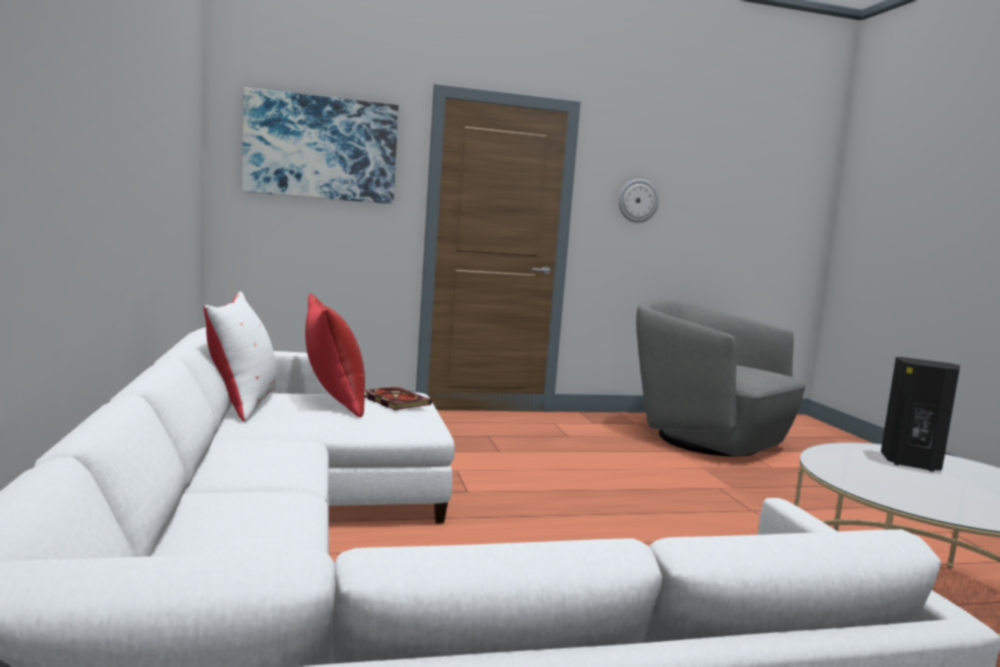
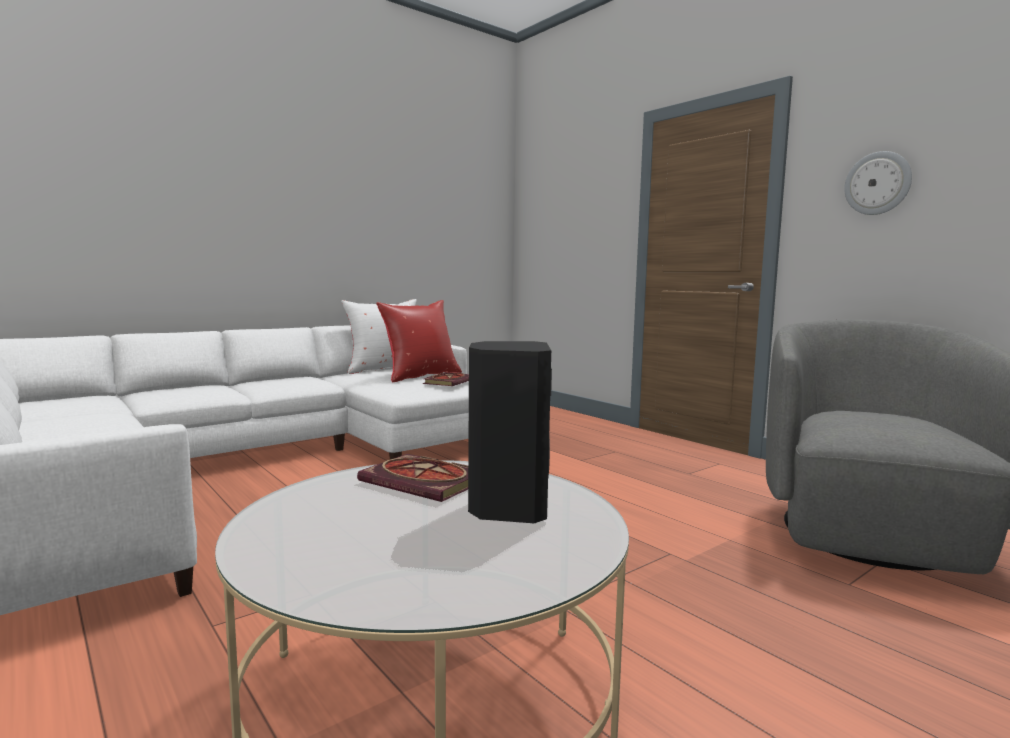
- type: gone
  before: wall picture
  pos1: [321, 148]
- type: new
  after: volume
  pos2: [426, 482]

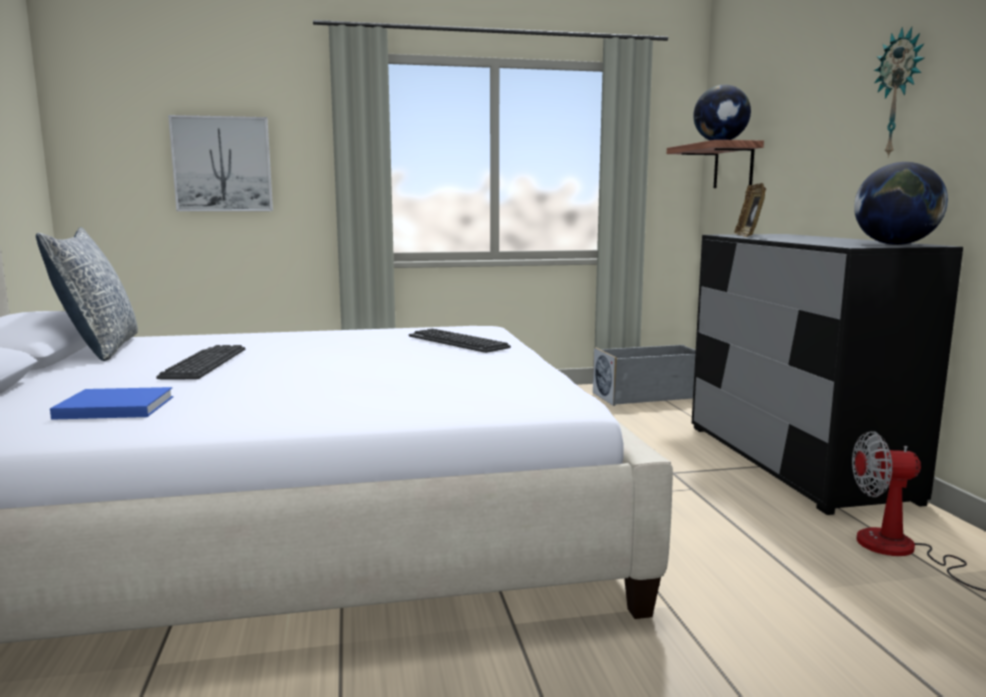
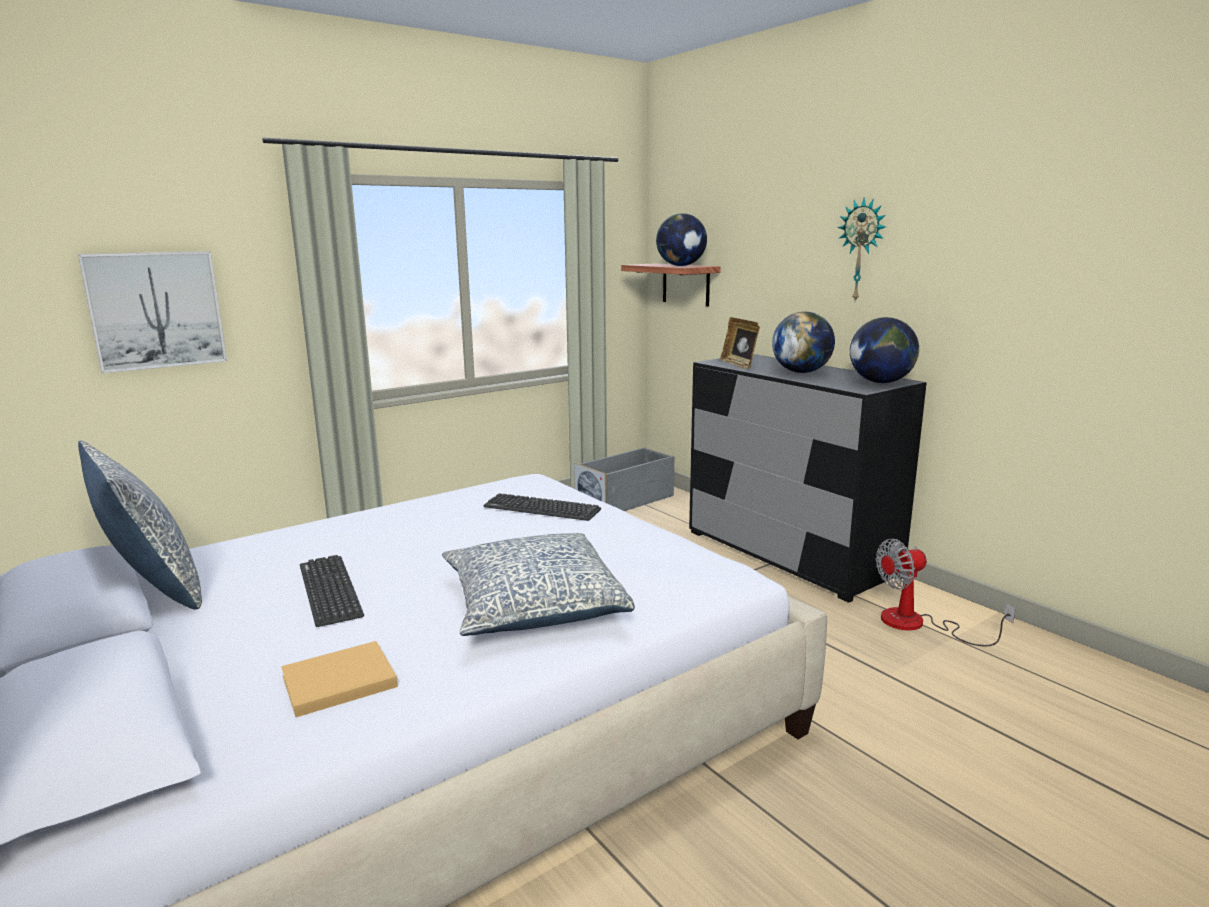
- type: repainted
  before: blue volume
  after: beige volume
  pos1: [112, 407]
  pos2: [335, 682]
- type: new
  after: world globe
  pos2: [801, 372]
- type: new
  after: pillow
  pos2: [532, 605]

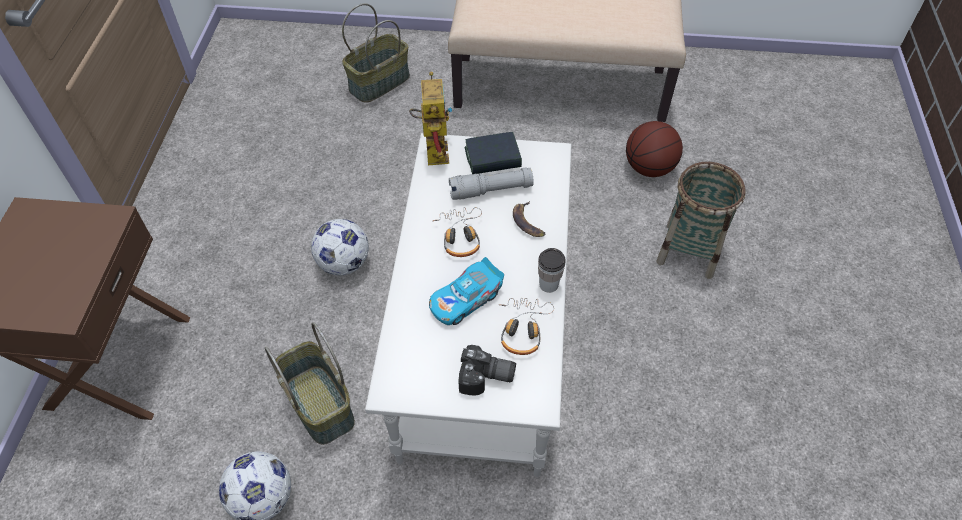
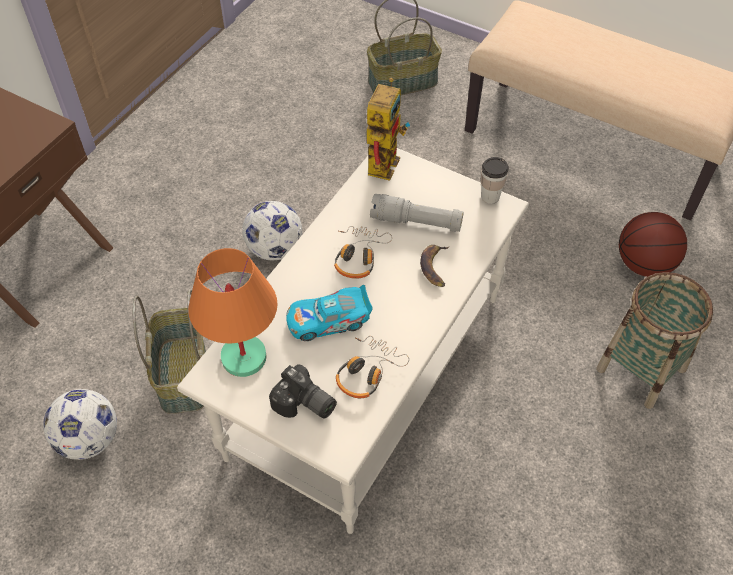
- type: gone
  before: volume
  pos1: [493, 158]
- type: shifted
  before: drinking cup
  pos1: [548, 284]
  pos2: [490, 196]
- type: new
  after: orange lamp for a table
  pos2: [243, 356]

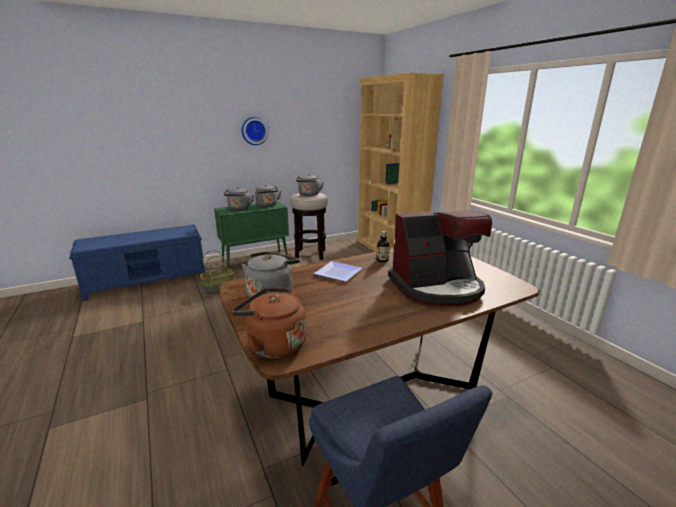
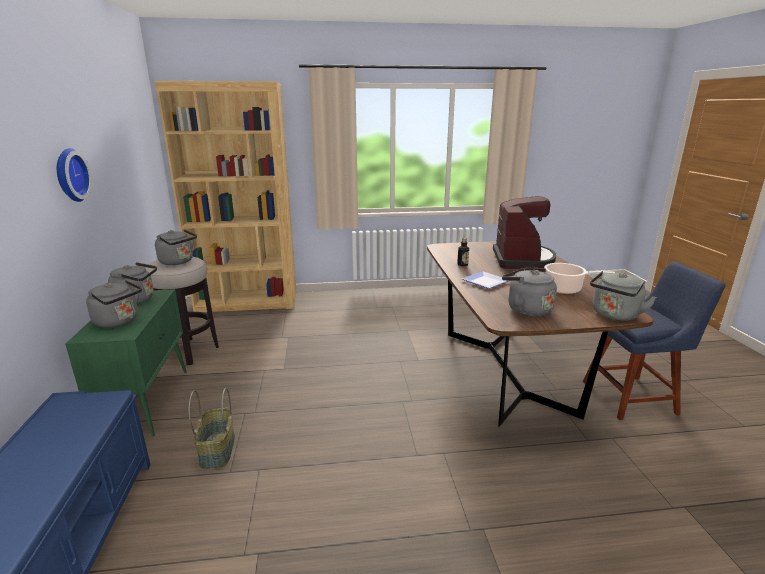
- type: repainted
  before: brown-coloured kettle
  after: gray kettle
  pos1: [273, 345]
  pos2: [614, 315]
- type: new
  after: stockpot
  pos2: [565, 289]

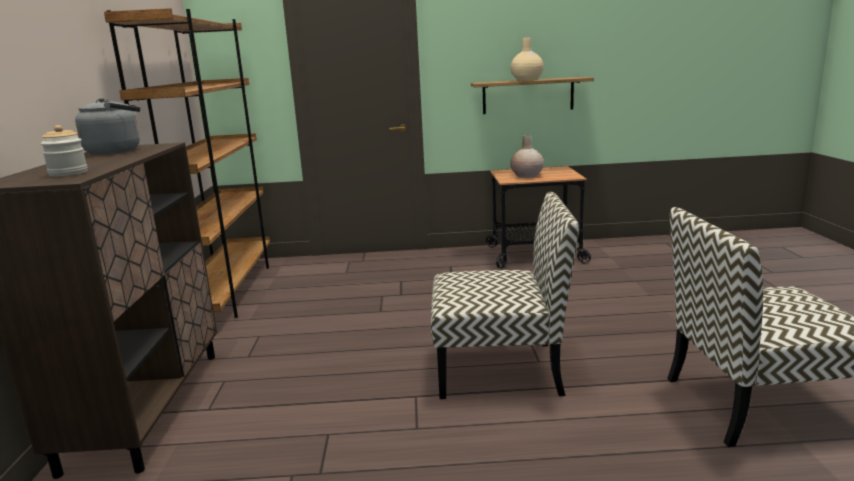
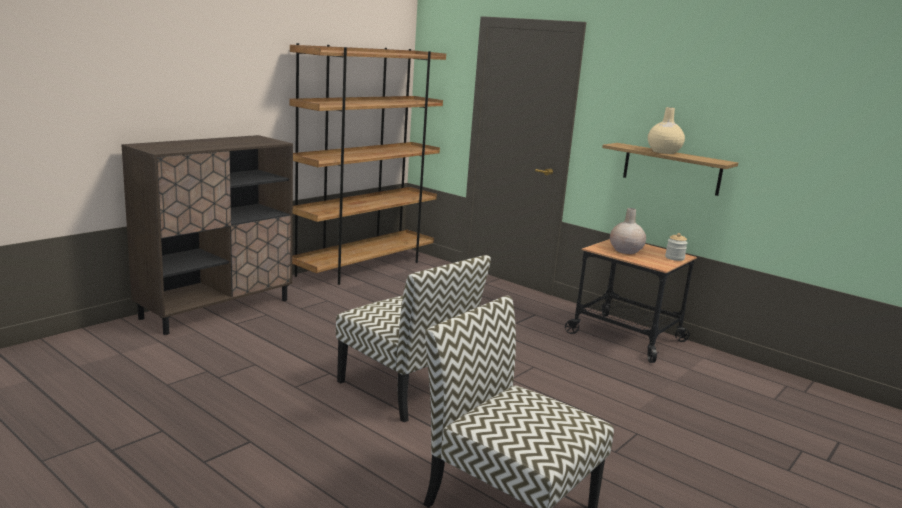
- type: gone
  before: gray kettle
  pos1: [117, 151]
- type: shifted
  before: storage jar
  pos1: [68, 173]
  pos2: [674, 258]

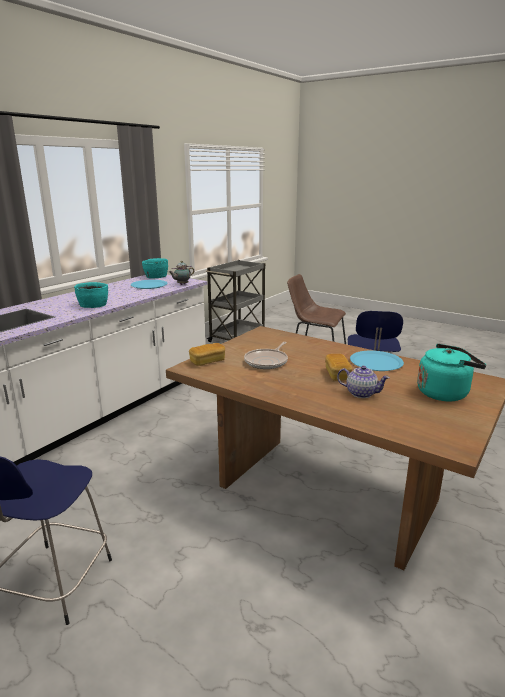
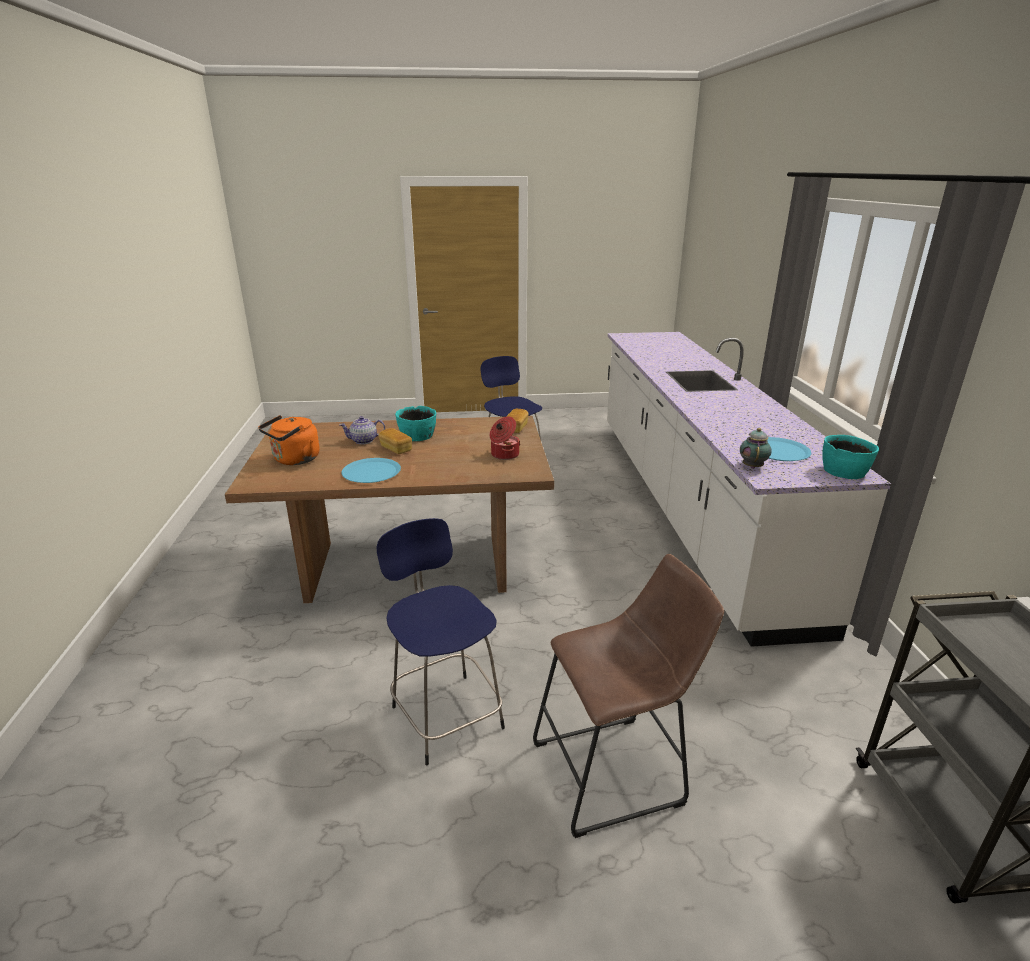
- type: shifted
  before: turquoise-coloured deep dish
  pos1: [93, 305]
  pos2: [417, 436]
- type: gone
  before: frying pan
  pos1: [267, 361]
- type: repainted
  before: turquoise-coloured kettle
  after: orange kettle
  pos1: [445, 393]
  pos2: [294, 460]
- type: new
  after: stockpot
  pos2: [504, 455]

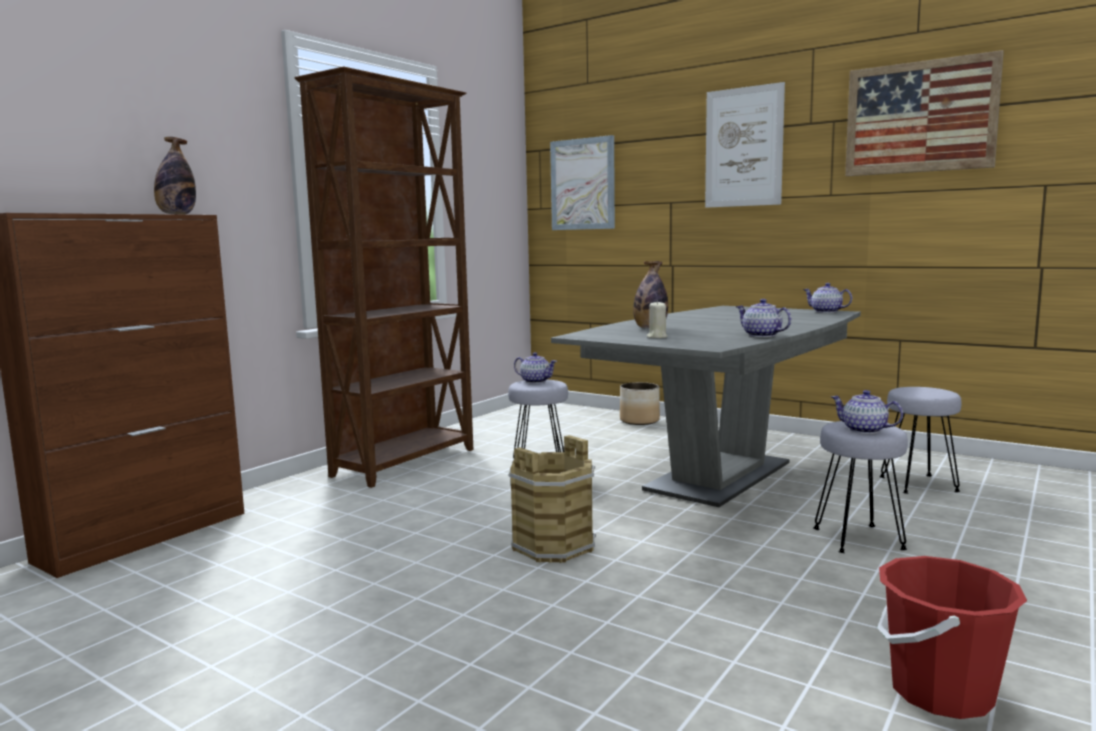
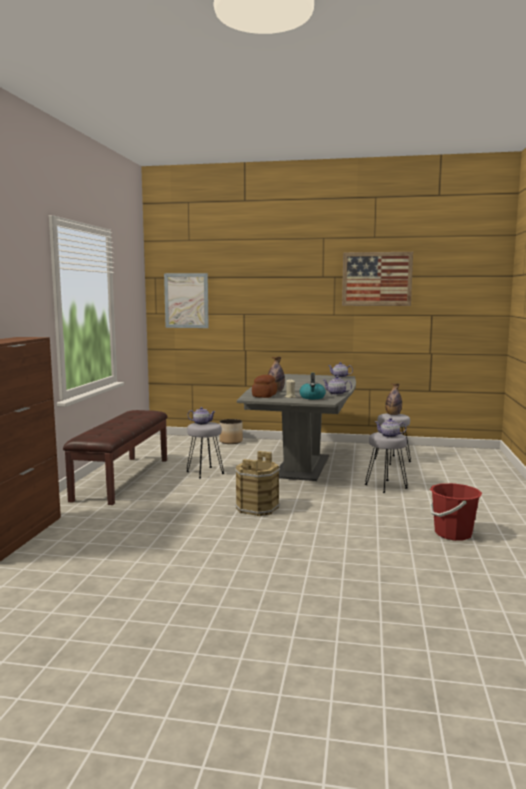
- type: swapped
  before: brown-coloured bookcase
  after: brown-coloured indoor bench
  pos1: [407, 462]
  pos2: [122, 478]
- type: gone
  before: wall picture
  pos1: [743, 147]
- type: shifted
  before: drink bottle
  pos1: [177, 214]
  pos2: [393, 414]
- type: new
  after: kettle
  pos2: [312, 397]
- type: new
  after: bakery bread
  pos2: [265, 395]

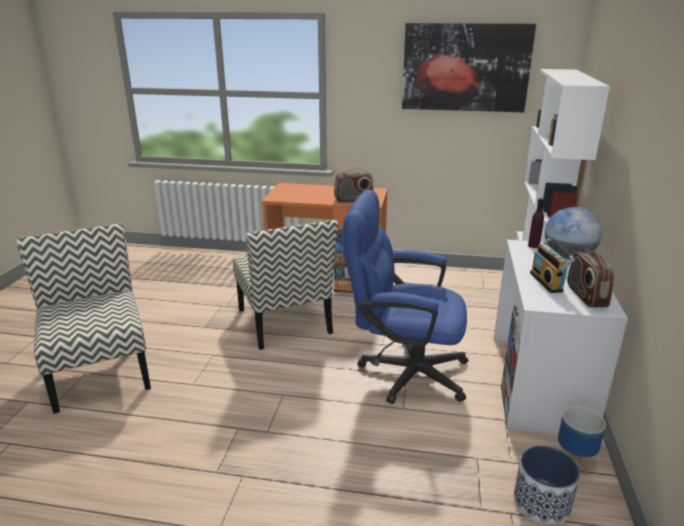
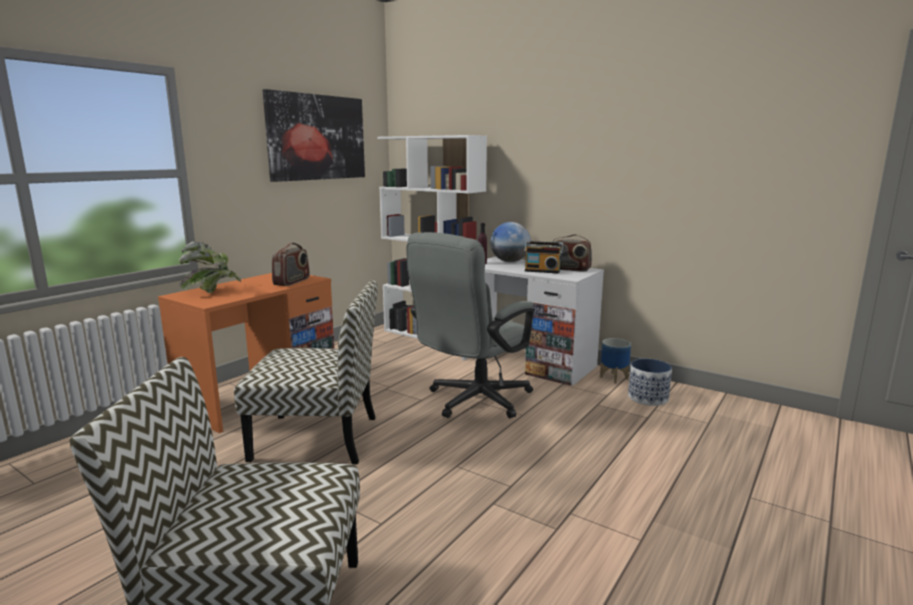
- type: repainted
  before: blue desk chair
  after: gray desk chair
  pos1: [403, 371]
  pos2: [472, 402]
- type: new
  after: plant in a pot
  pos2: [212, 291]

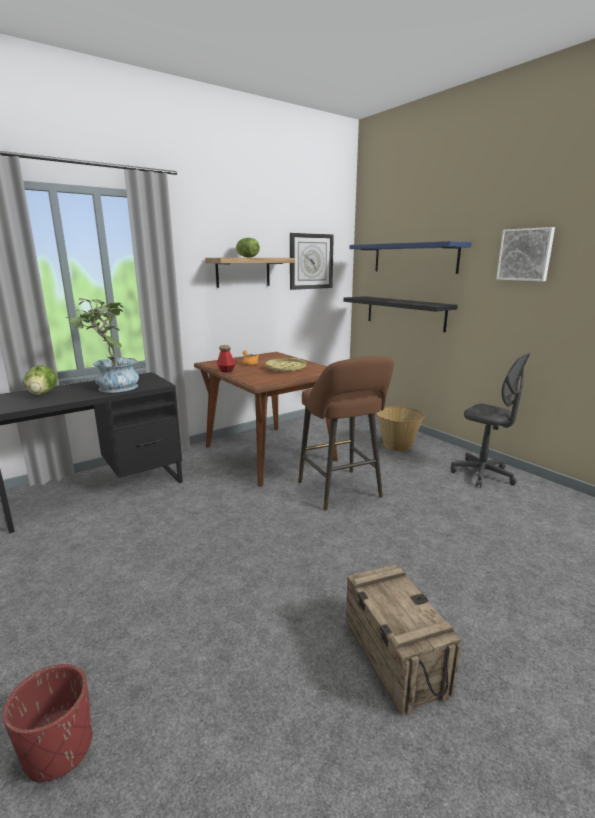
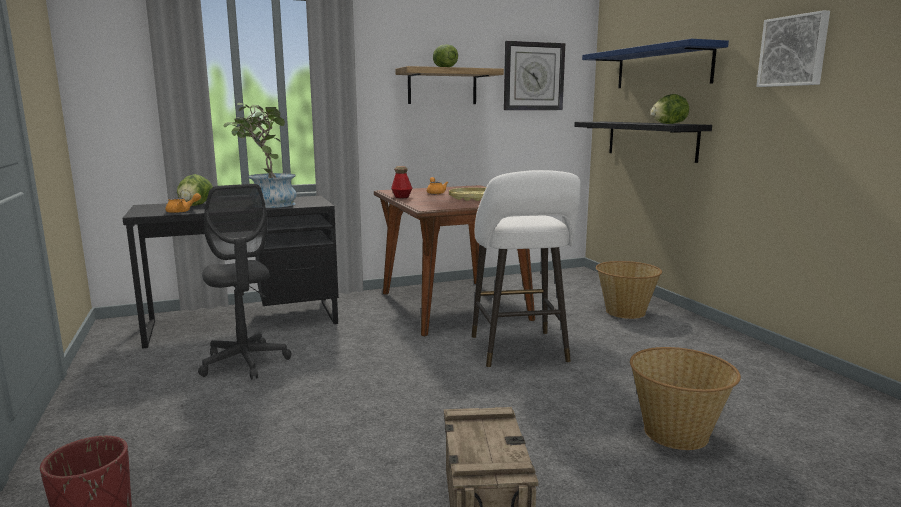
- type: shifted
  before: gray desk chair
  pos1: [482, 474]
  pos2: [244, 362]
- type: repainted
  before: brown-coloured sitting stool
  after: white-coloured sitting stool
  pos1: [341, 491]
  pos2: [520, 351]
- type: new
  after: lettuce
  pos2: [668, 123]
- type: new
  after: orange teapot
  pos2: [182, 211]
- type: new
  after: storage basket
  pos2: [677, 433]

